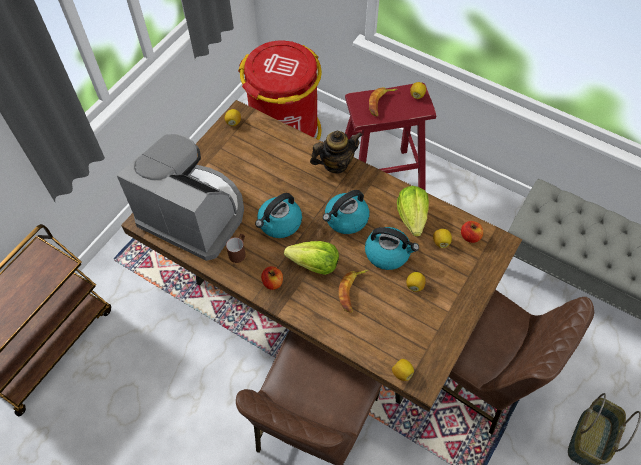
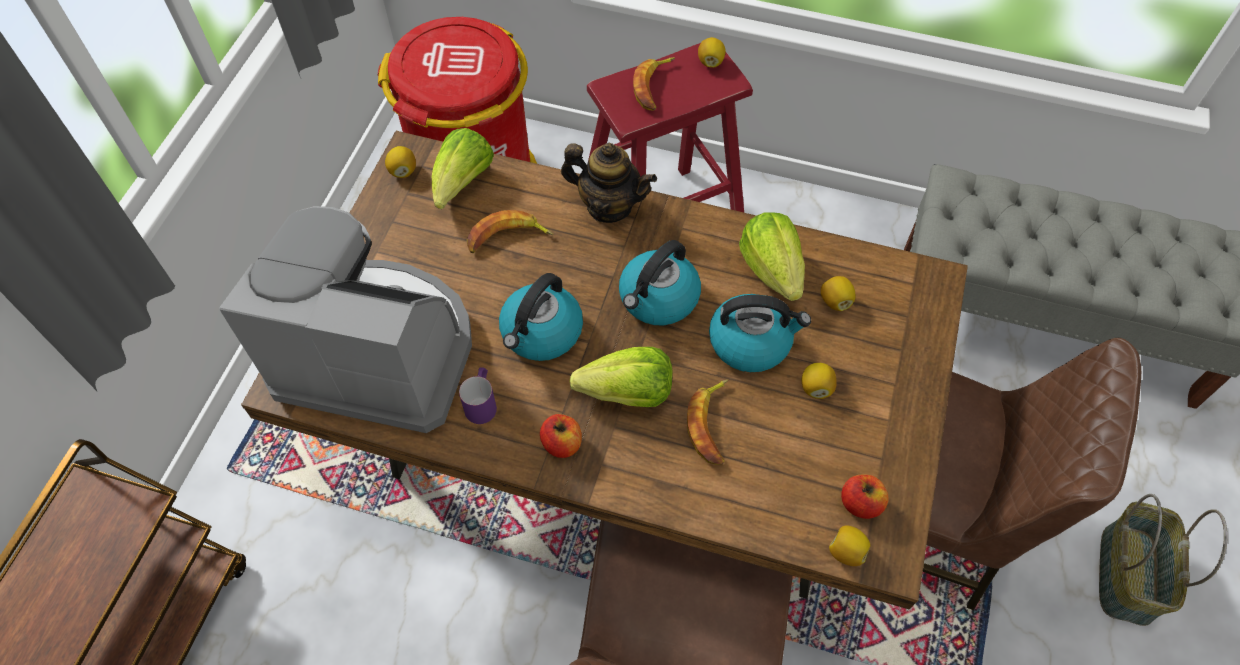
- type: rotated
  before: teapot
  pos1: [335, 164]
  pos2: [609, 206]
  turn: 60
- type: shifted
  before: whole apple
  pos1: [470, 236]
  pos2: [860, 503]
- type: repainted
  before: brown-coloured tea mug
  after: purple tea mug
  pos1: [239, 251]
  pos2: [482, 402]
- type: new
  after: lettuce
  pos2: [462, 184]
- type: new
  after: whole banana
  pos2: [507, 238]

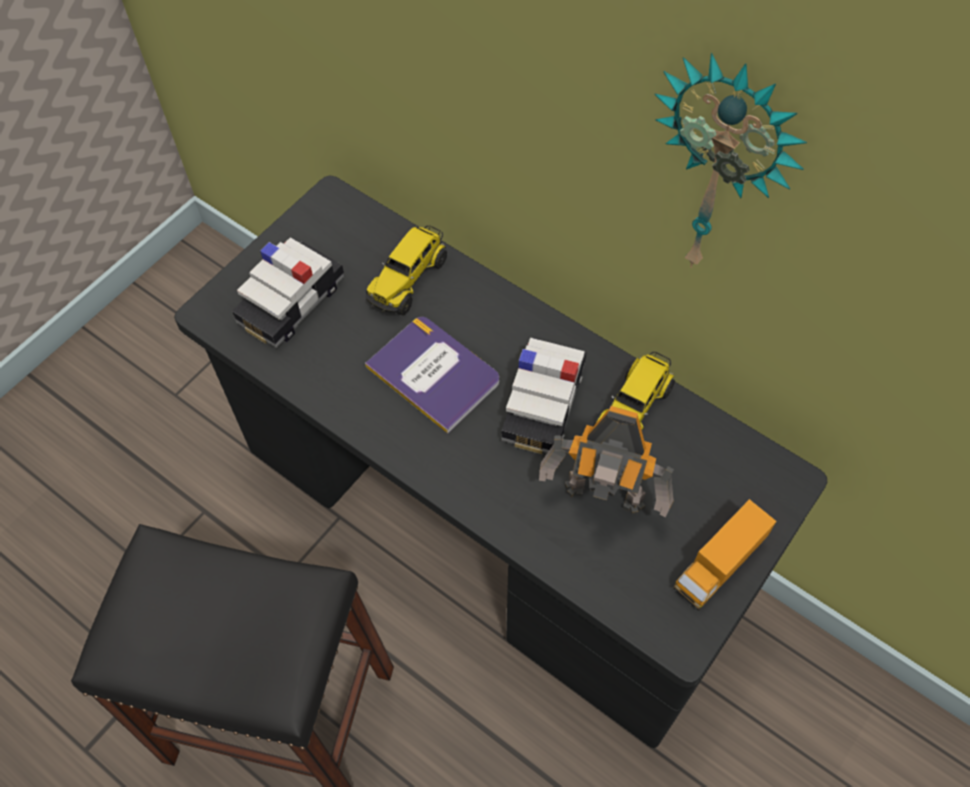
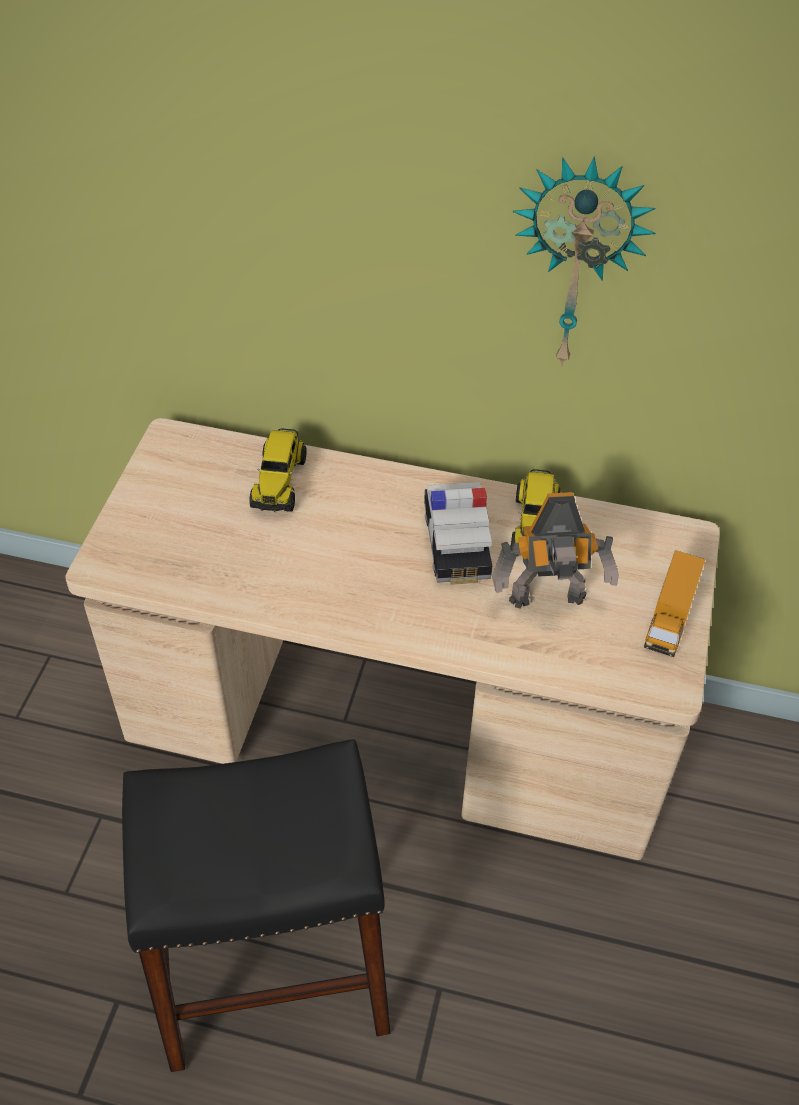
- type: repainted
  before: blackish desk
  after: beige desk
  pos1: [488, 528]
  pos2: [396, 729]
- type: gone
  before: miniature car
  pos1: [291, 303]
- type: gone
  before: volume
  pos1: [434, 373]

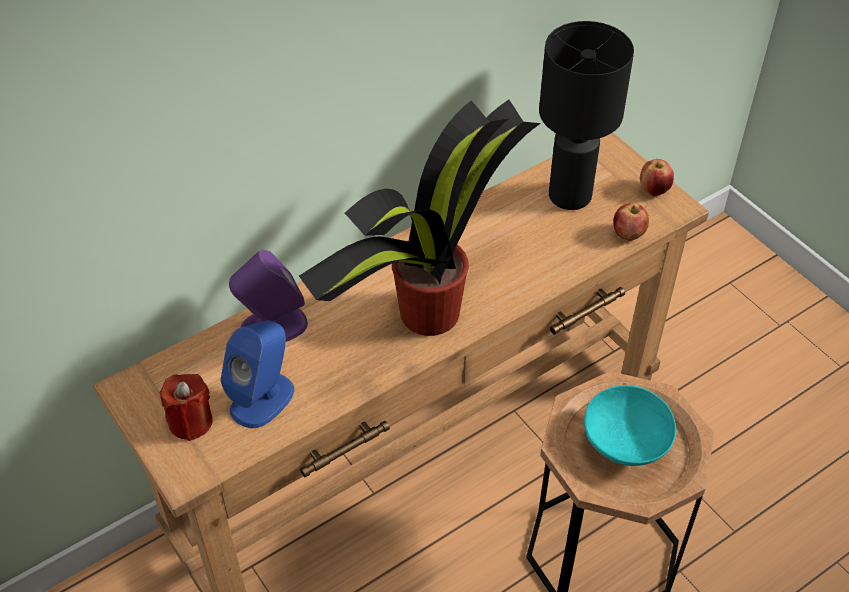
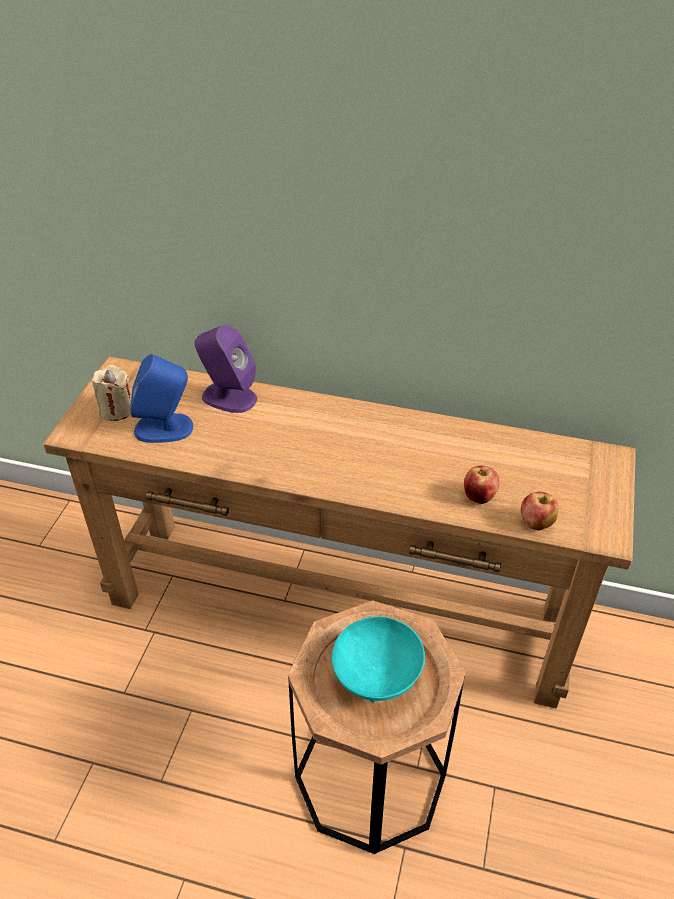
- type: gone
  before: blackish lamp for a table
  pos1: [568, 196]
- type: gone
  before: plant in a pot
  pos1: [426, 315]
- type: shifted
  before: whole apple
  pos1: [654, 190]
  pos2: [479, 497]
- type: repainted
  before: red candle
  after: beige candle
  pos1: [190, 422]
  pos2: [116, 410]

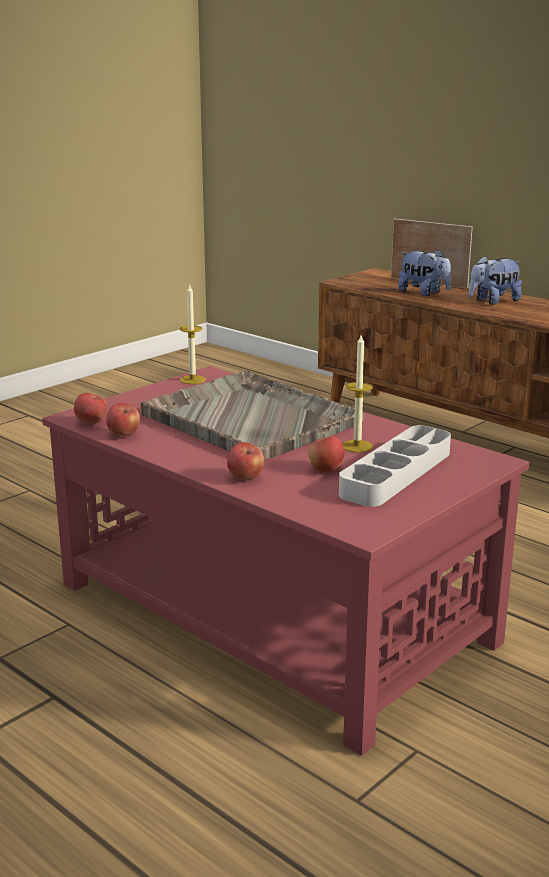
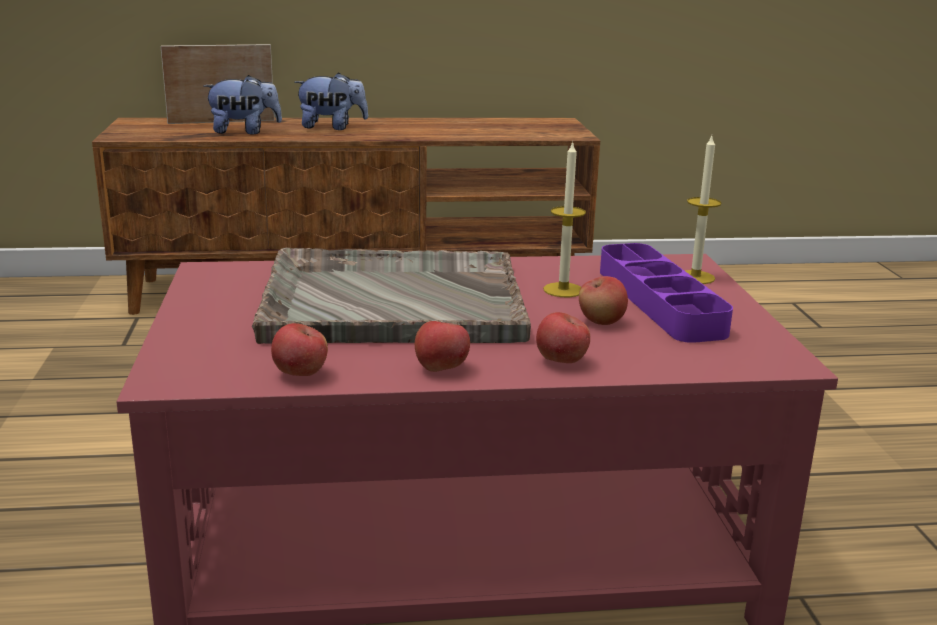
- type: rotated
  before: cuddly toy
  pos1: [493, 301]
  pos2: [332, 127]
  turn: -105
- type: shifted
  before: candle
  pos1: [192, 380]
  pos2: [695, 277]
- type: shifted
  before: whole apple
  pos1: [91, 423]
  pos2: [441, 369]
- type: repainted
  before: gray serving tray
  after: purple serving tray
  pos1: [396, 473]
  pos2: [659, 301]

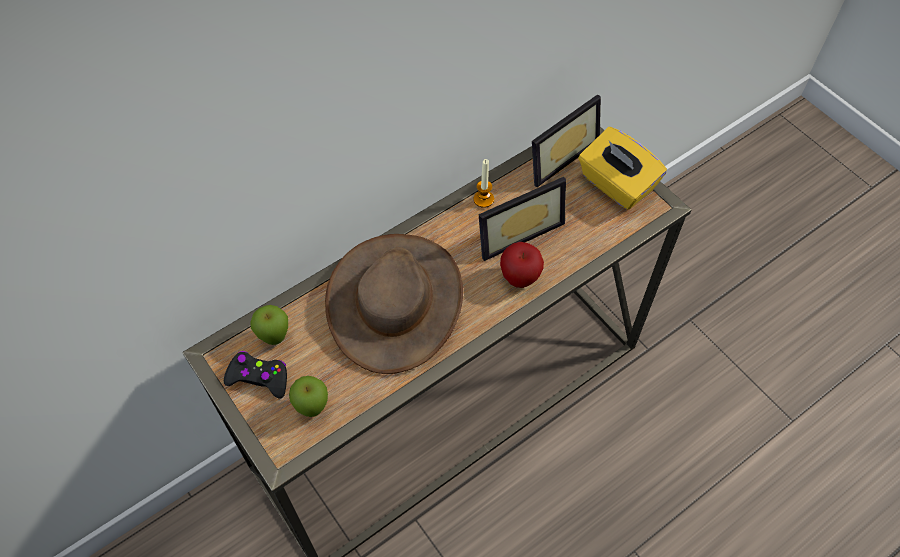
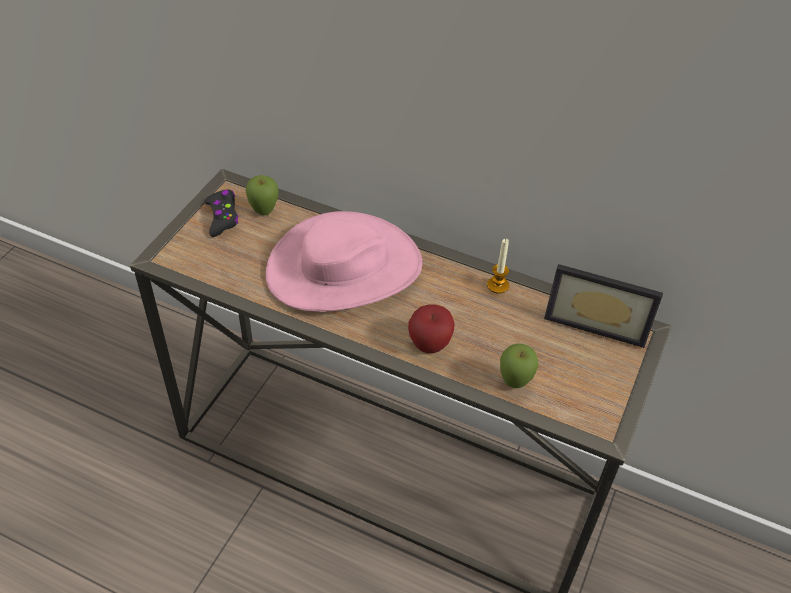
- type: gone
  before: yellow tissue holder
  pos1: [616, 184]
- type: gone
  before: photo frame
  pos1: [516, 230]
- type: repainted
  before: brown-coloured wearable hat
  after: pink wearable hat
  pos1: [396, 302]
  pos2: [344, 268]
- type: shifted
  before: whole apple
  pos1: [313, 408]
  pos2: [514, 383]

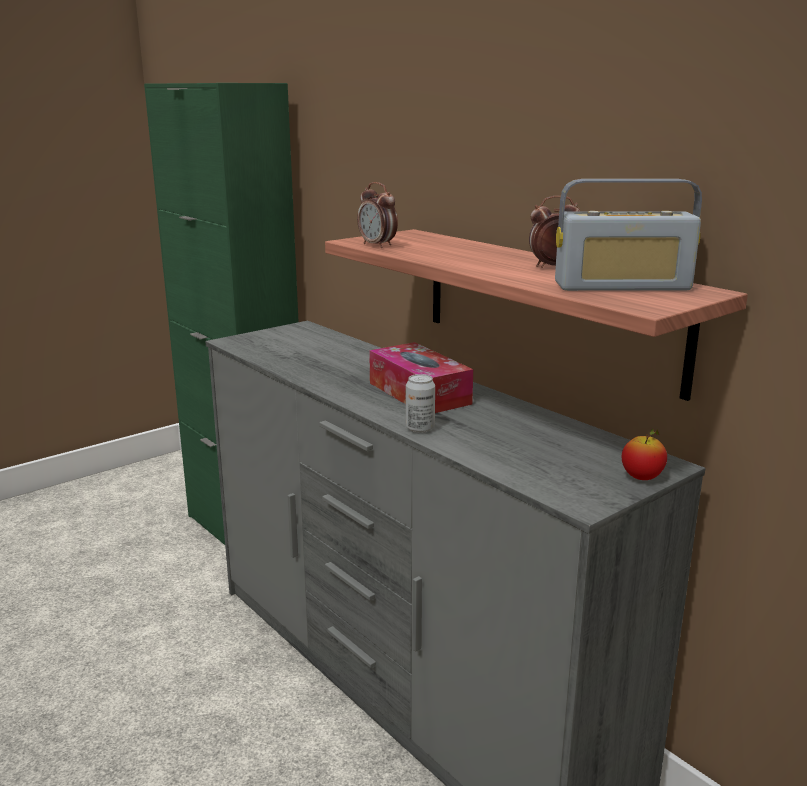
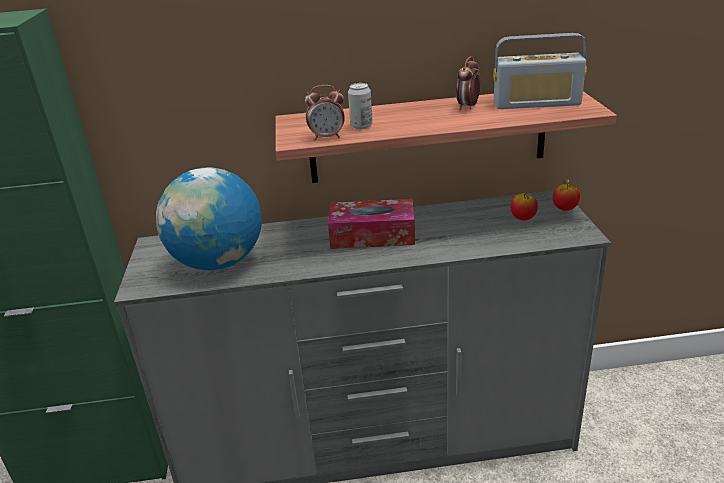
- type: rotated
  before: radio receiver
  pos1: [622, 286]
  pos2: [536, 103]
  turn: 60
- type: shifted
  before: metal can
  pos1: [420, 428]
  pos2: [361, 126]
- type: new
  after: world globe
  pos2: [218, 262]
- type: new
  after: whole apple
  pos2: [523, 219]

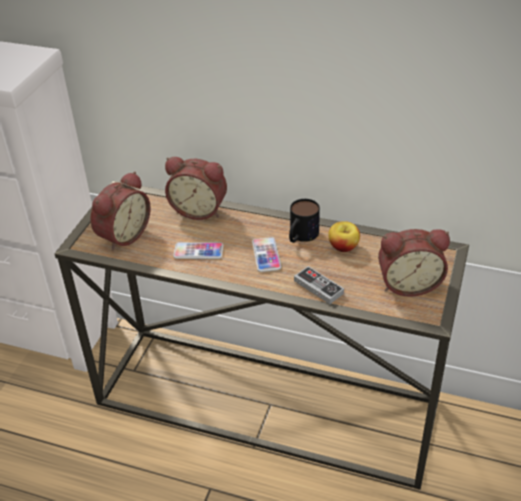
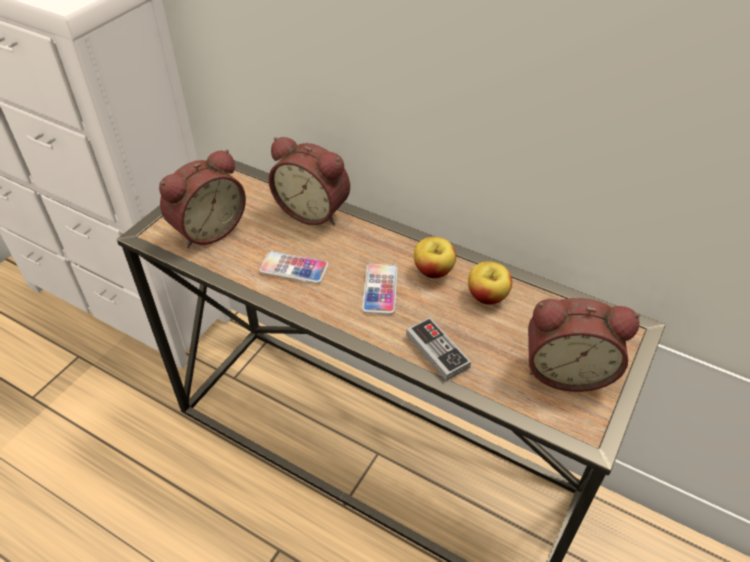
- type: swapped
  before: tea mug
  after: whole apple
  pos1: [301, 236]
  pos2: [433, 270]

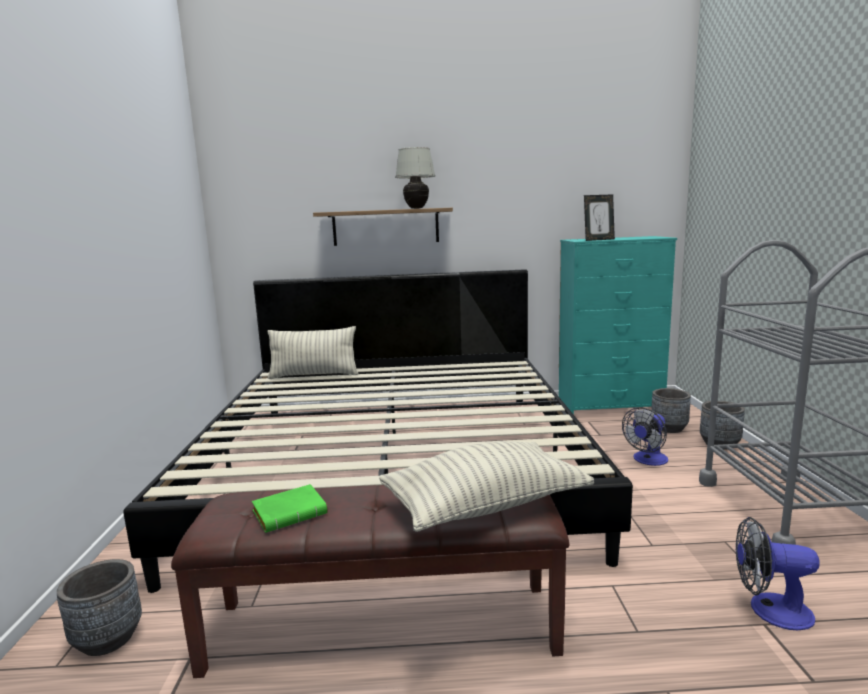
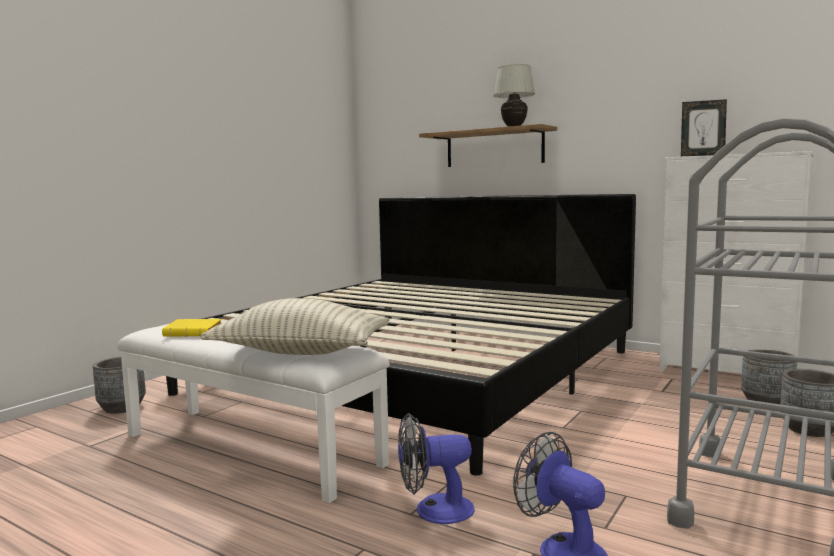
- type: repainted
  before: turquoise-coloured dresser
  after: white-coloured dresser
  pos1: [611, 406]
  pos2: [728, 372]
- type: gone
  before: pillow
  pos1: [314, 375]
- type: shifted
  before: electric fan
  pos1: [647, 460]
  pos2: [434, 510]
- type: repainted
  before: green-coloured volume
  after: yellow volume
  pos1: [291, 513]
  pos2: [195, 333]
- type: repainted
  before: brown-coloured indoor bench
  after: white-coloured indoor bench
  pos1: [383, 626]
  pos2: [251, 448]

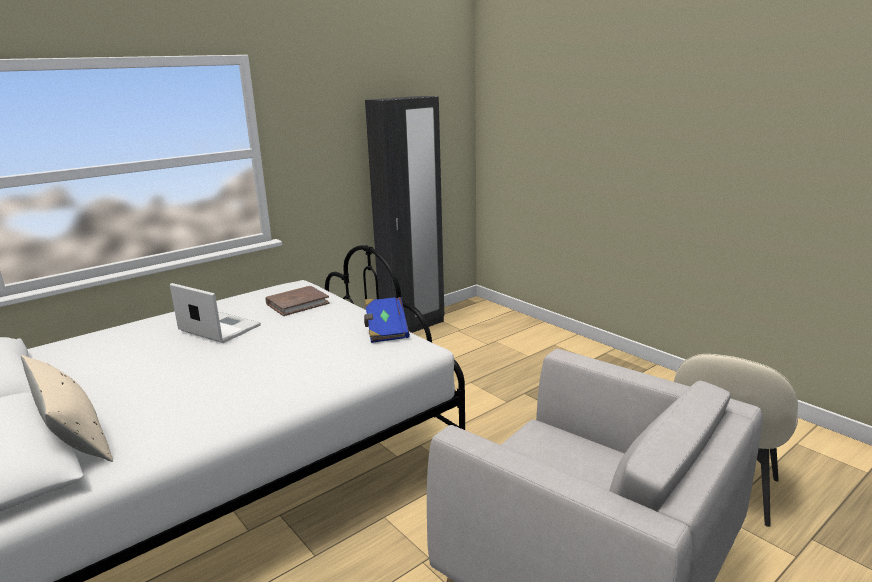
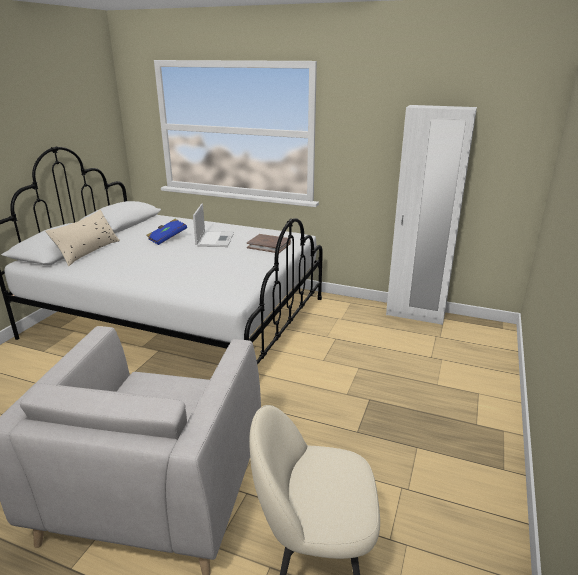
- type: repainted
  before: blackish wardrobe
  after: white-coloured wardrobe
  pos1: [413, 326]
  pos2: [415, 315]
- type: shifted
  before: blue volume
  pos1: [385, 330]
  pos2: [167, 239]

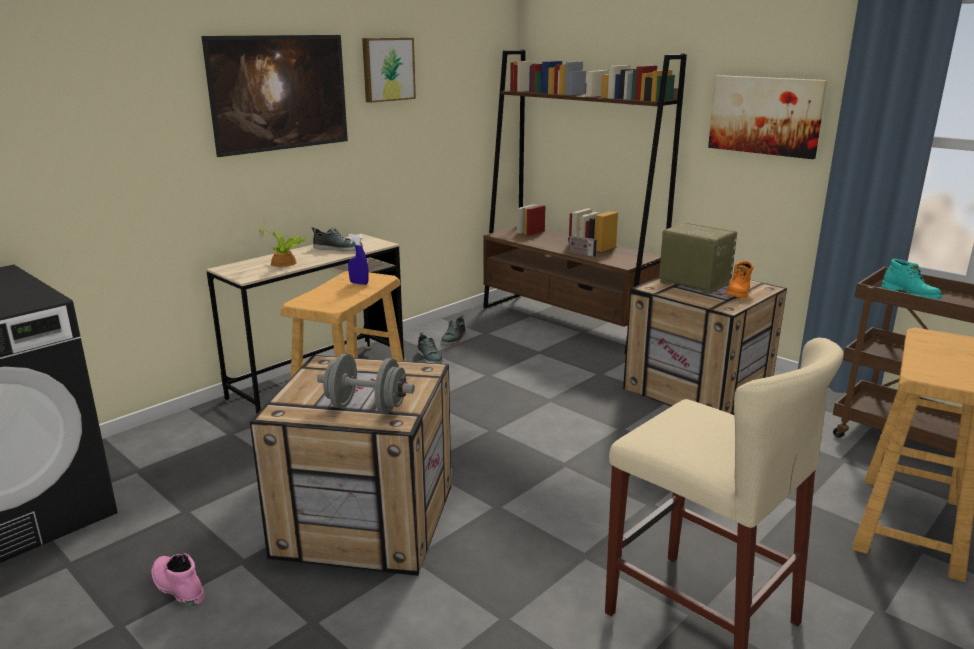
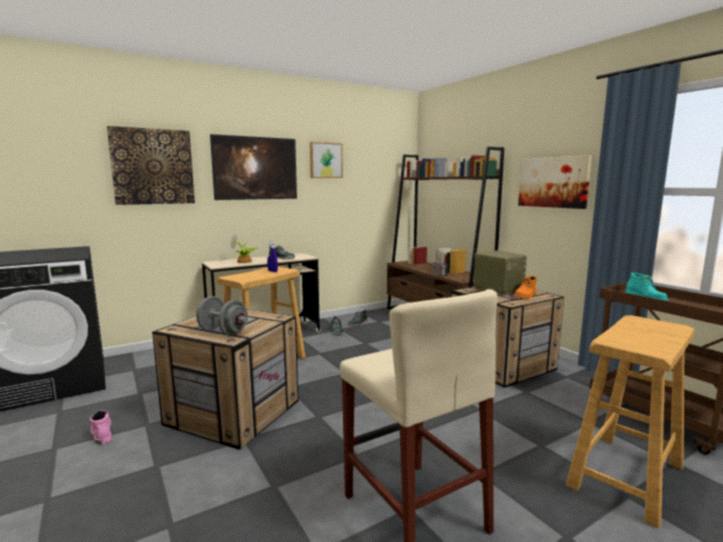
- type: new
  after: wall picture
  pos2: [153, 167]

